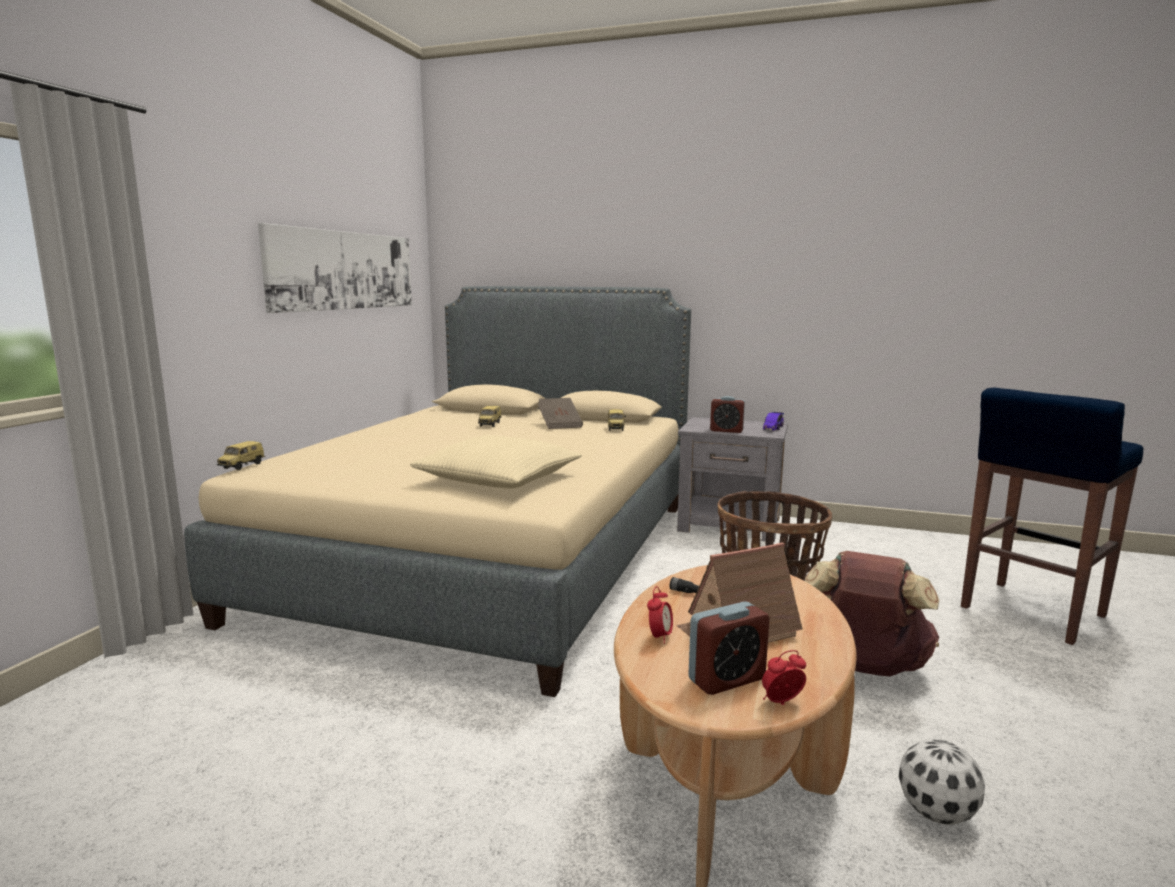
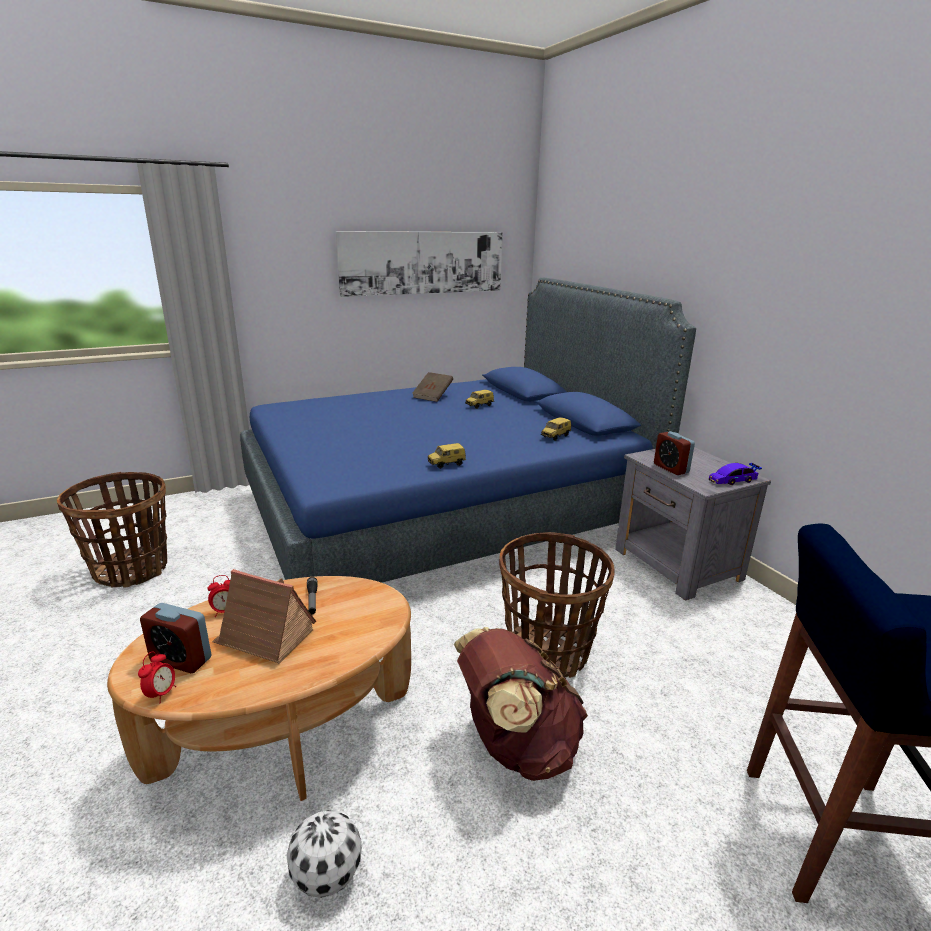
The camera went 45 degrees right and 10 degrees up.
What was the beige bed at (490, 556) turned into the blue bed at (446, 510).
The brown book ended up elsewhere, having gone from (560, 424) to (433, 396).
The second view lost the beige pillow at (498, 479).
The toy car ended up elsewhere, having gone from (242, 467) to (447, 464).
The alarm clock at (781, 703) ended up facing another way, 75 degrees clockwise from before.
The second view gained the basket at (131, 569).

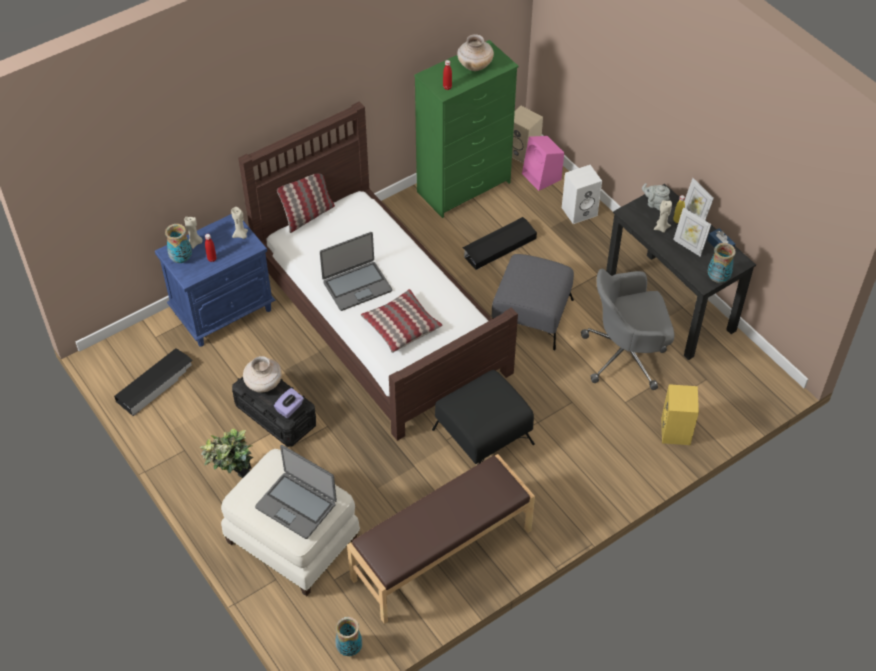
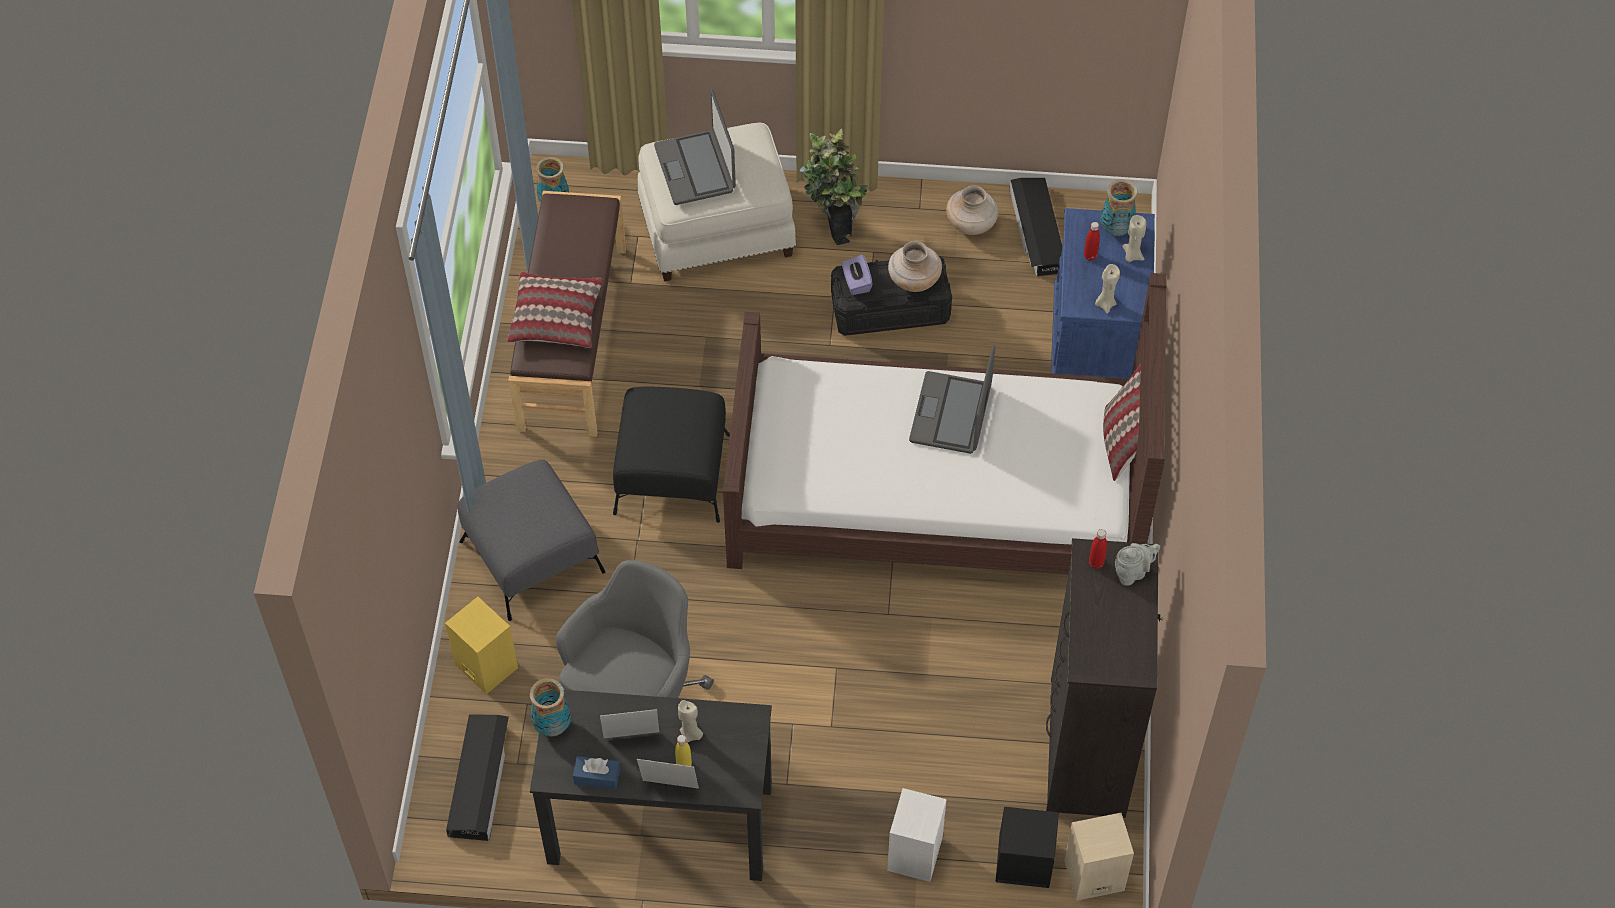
The camera went 130 degrees right and 5 degrees up.
The beige vase ended up elsewhere, having gone from (474, 66) to (971, 225).
What was the green dresser at (465, 187) turned into the black dresser at (1086, 748).
What was the pink speaker at (542, 177) turned into the black speaker at (1022, 861).
The grey teapot ended up elsewhere, having gone from (655, 204) to (1132, 572).
The black storage box ended up elsewhere, having gone from (499, 247) to (480, 780).
The grey ottoman ended up elsewhere, having gone from (530, 316) to (532, 555).
The pillow ended up elsewhere, having gone from (401, 326) to (556, 318).
The laptop at (296, 505) ended up facing another way, 90 degrees counterclockwise from before.

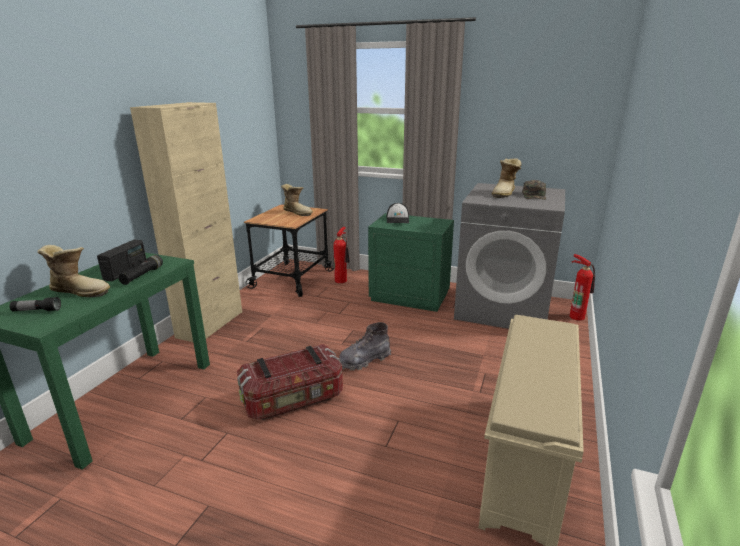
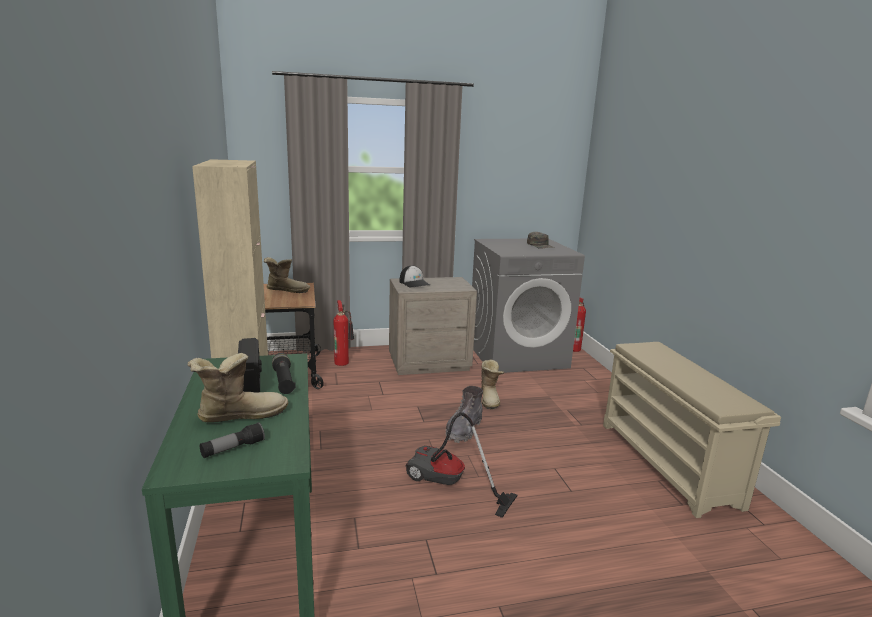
The camera went 35 degrees left and 5 degrees down.
The boot ended up elsewhere, having gone from (505, 193) to (490, 399).
What was the green nightstand at (410, 296) turned into the beige nightstand at (429, 362).
Where the storage box stood at (293, 400), the vacuum cleaner came to stand at (448, 485).

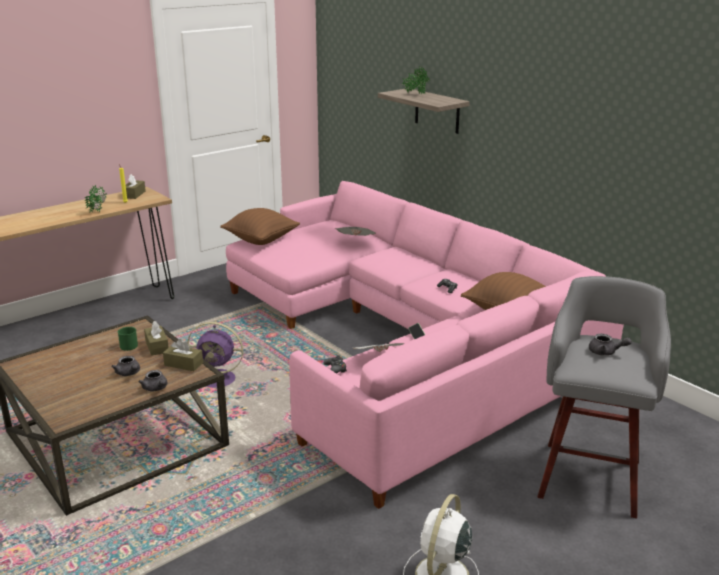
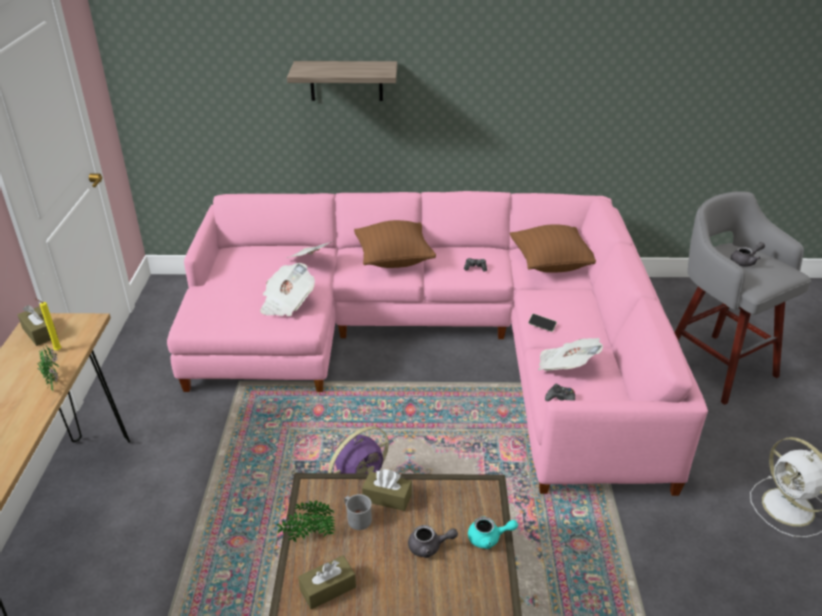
The camera went 50 degrees left and 10 degrees up.
The potted plant ended up elsewhere, having gone from (415, 94) to (308, 536).
The brown pillow ended up elsewhere, having gone from (261, 240) to (394, 260).
What was the green mug at (130, 345) turned into the grey mug at (357, 518).
The brown tissue box ended up elsewhere, having gone from (183, 364) to (328, 588).
What was the grey teapot at (156, 388) turned into the turquoise teapot at (489, 538).
The second view gained the newspaper at (287, 303).

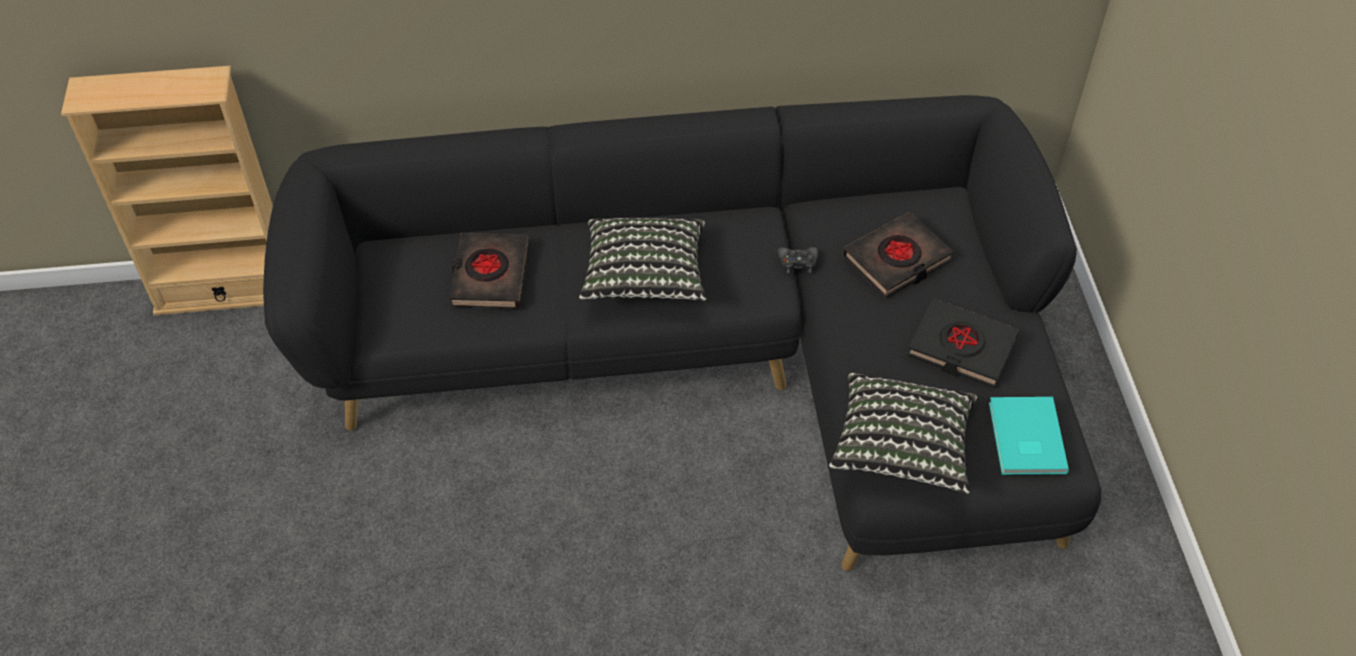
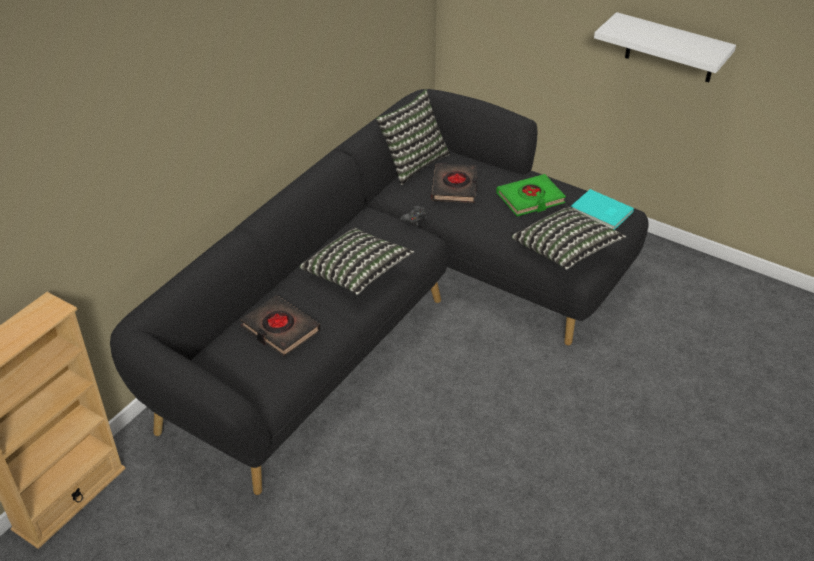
The camera went 50 degrees left and 10 degrees down.
What was the black book at (961, 348) turned into the green book at (530, 199).
The second view gained the white shelf at (670, 48).
The second view gained the pillow at (412, 163).

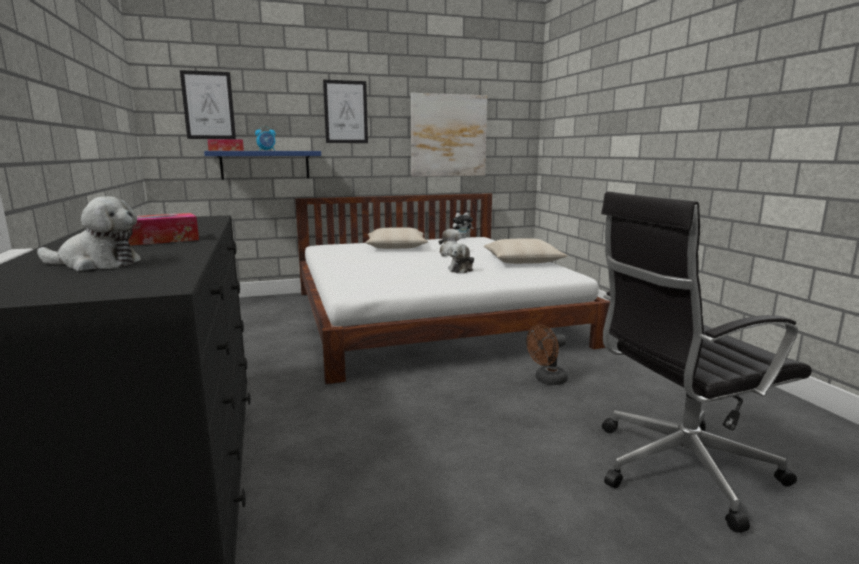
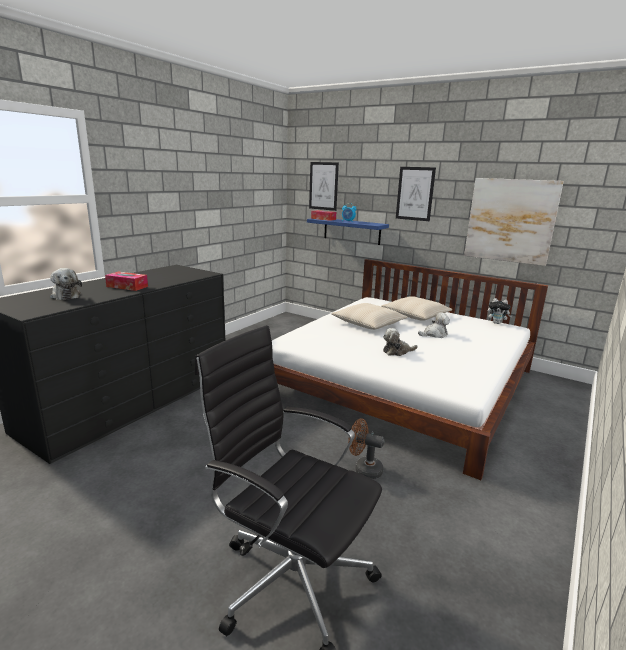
The camera went 50 degrees right and 5 degrees up.
The beige pillow ended up elsewhere, having gone from (522, 261) to (368, 323).

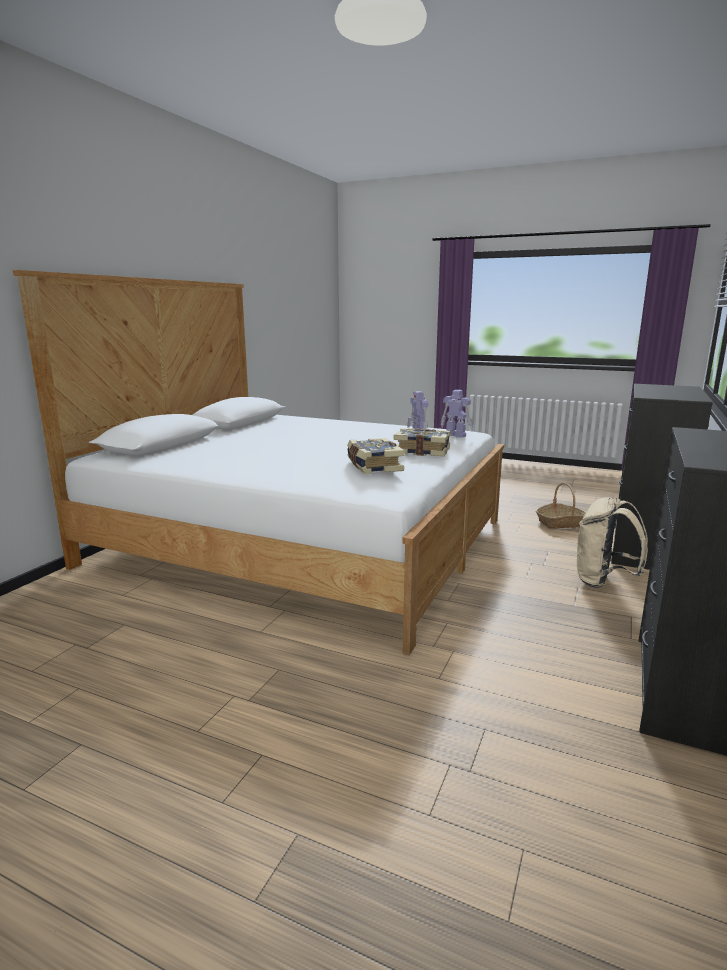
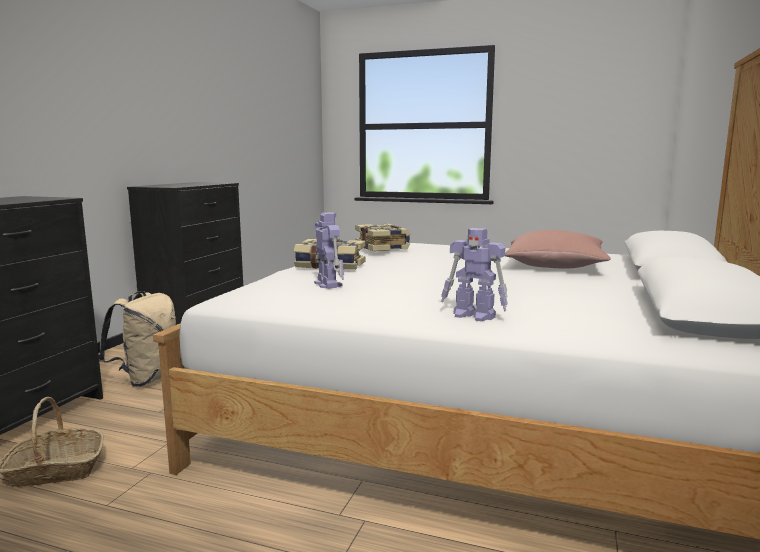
The camera went 175 degrees right and 5 degrees down.
The toy robot ended up elsewhere, having gone from (455, 435) to (474, 316).
The second view gained the pink pillow at (555, 266).

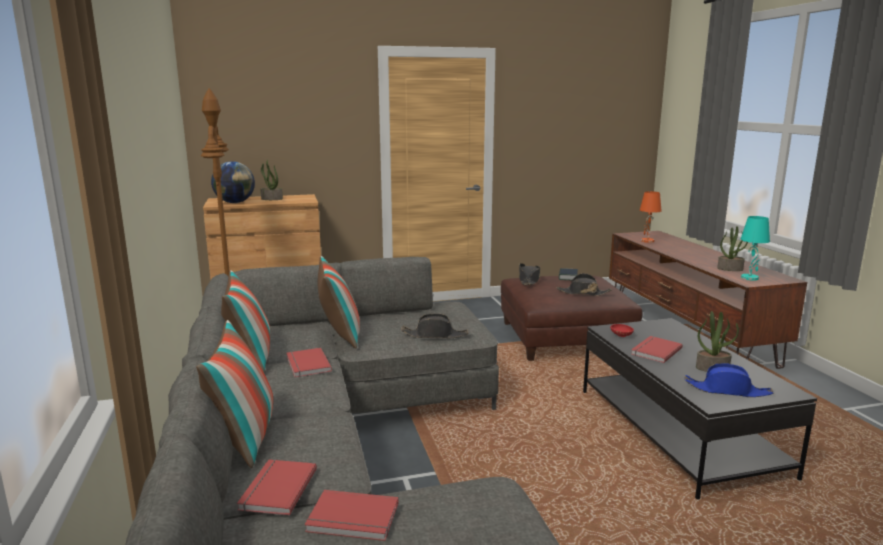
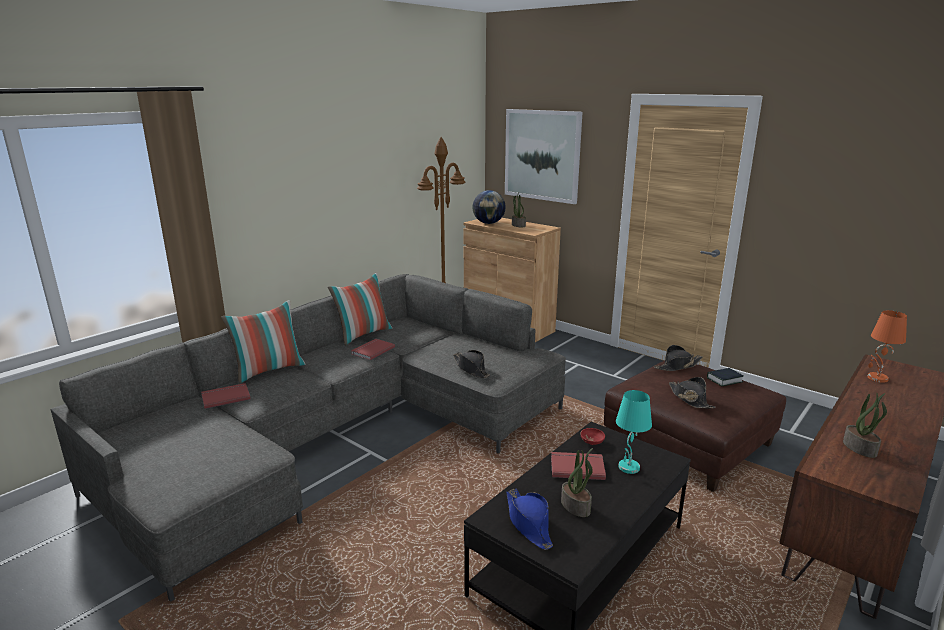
The camera went 55 degrees right and 5 degrees up.
The turquoise table lamp ended up elsewhere, having gone from (750, 278) to (629, 468).
The second view lost the pillow at (339, 336).
The second view lost the red book at (352, 519).
The second view gained the picture at (542, 155).

